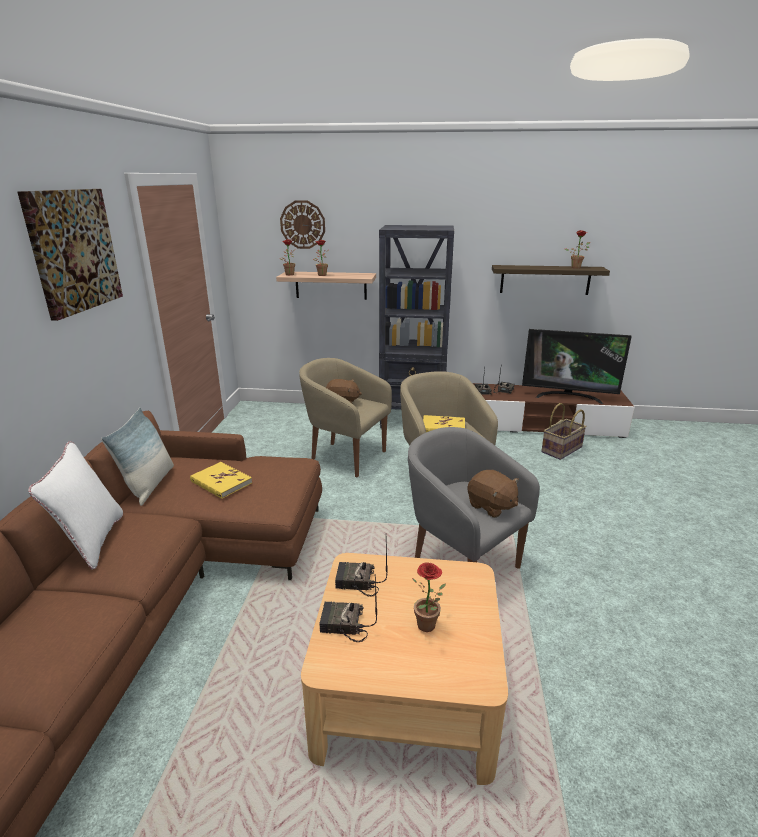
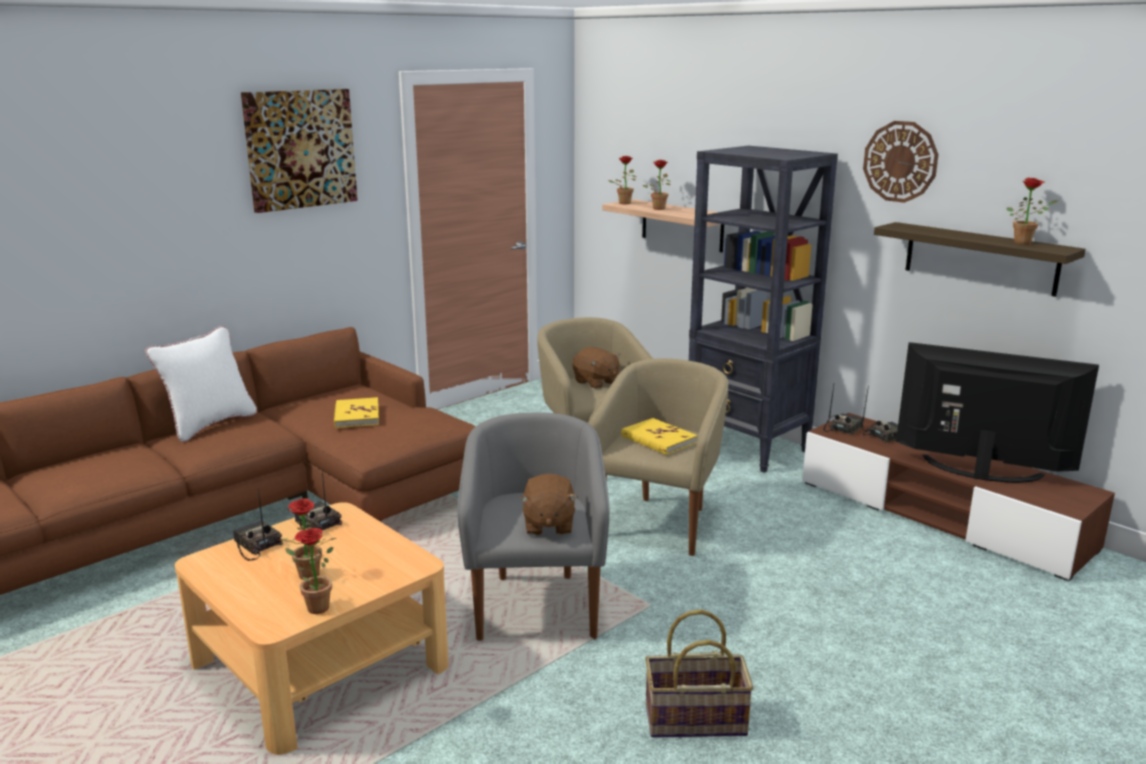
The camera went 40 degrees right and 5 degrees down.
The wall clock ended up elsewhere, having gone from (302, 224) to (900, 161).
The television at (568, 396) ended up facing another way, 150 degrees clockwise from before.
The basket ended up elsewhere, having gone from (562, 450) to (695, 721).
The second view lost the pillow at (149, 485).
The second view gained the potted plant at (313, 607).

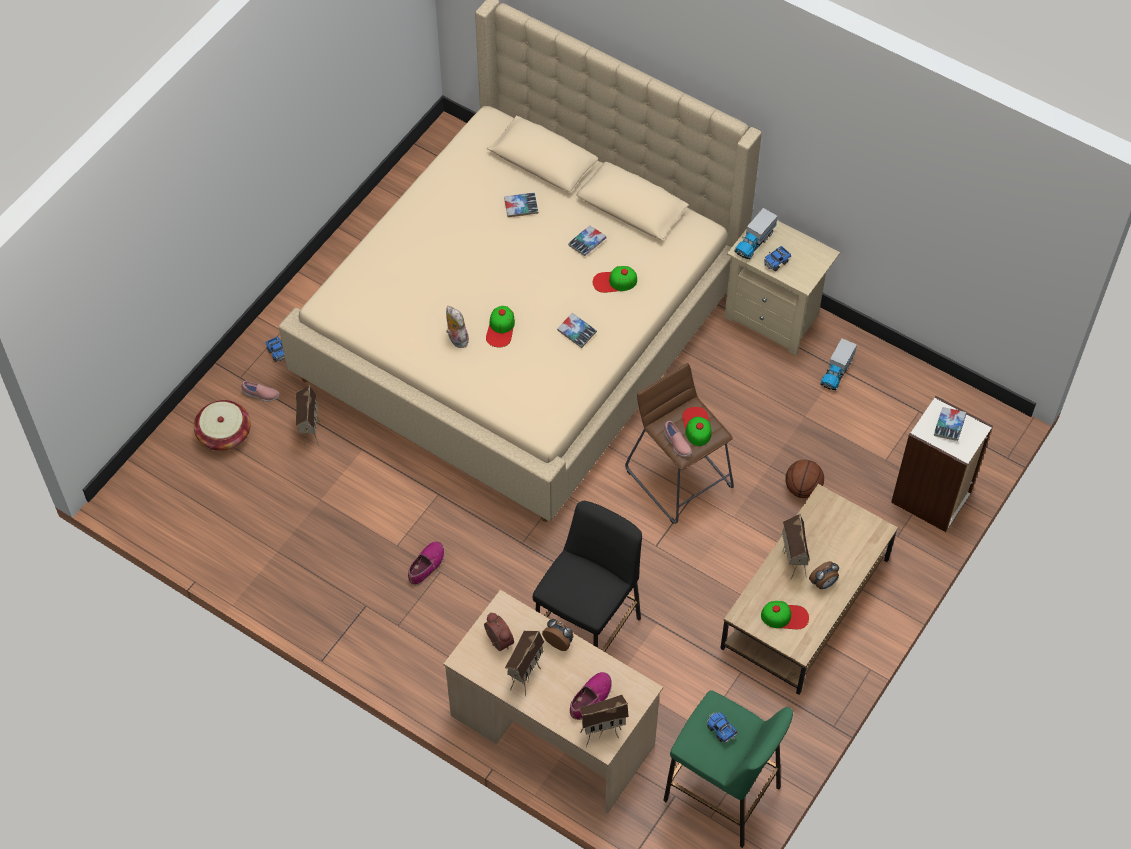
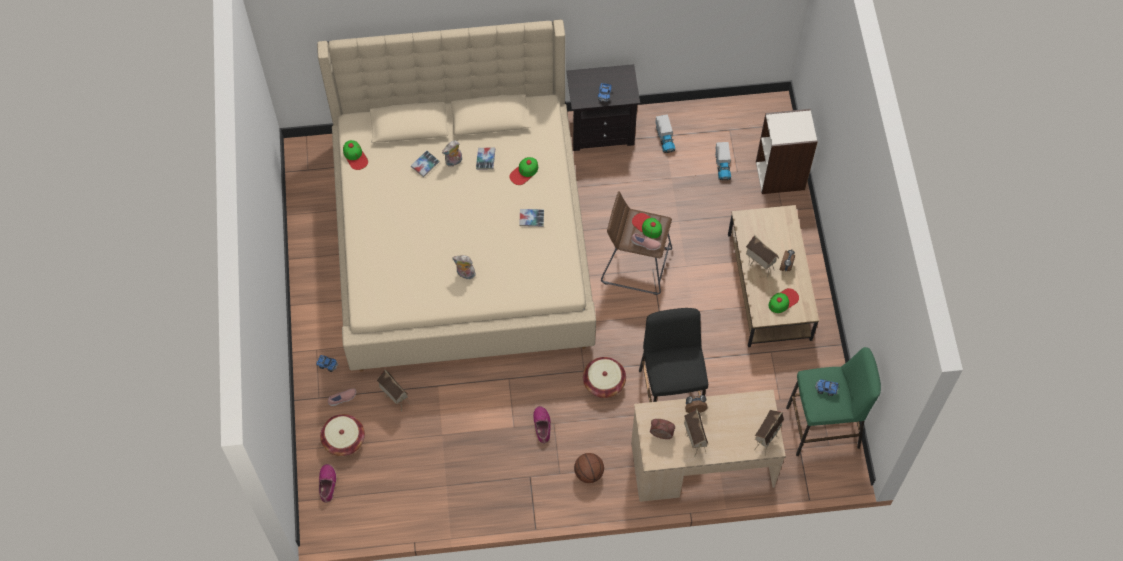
The camera went 40 degrees left and 5 degrees up.
The toy truck ended up elsewhere, having gone from (754, 242) to (722, 166).
What was the beige nightstand at (775, 317) turned into the black nightstand at (601, 130).
The cap ended up elsewhere, having gone from (500, 328) to (355, 156).
The second view lost the book at (949, 426).
The basketball ended up elsewhere, having gone from (803, 489) to (589, 473).
The shoe ended up elsewhere, having gone from (590, 698) to (327, 484).
The second view gained the plush toy at (454, 162).
The second view gained the basket at (604, 382).

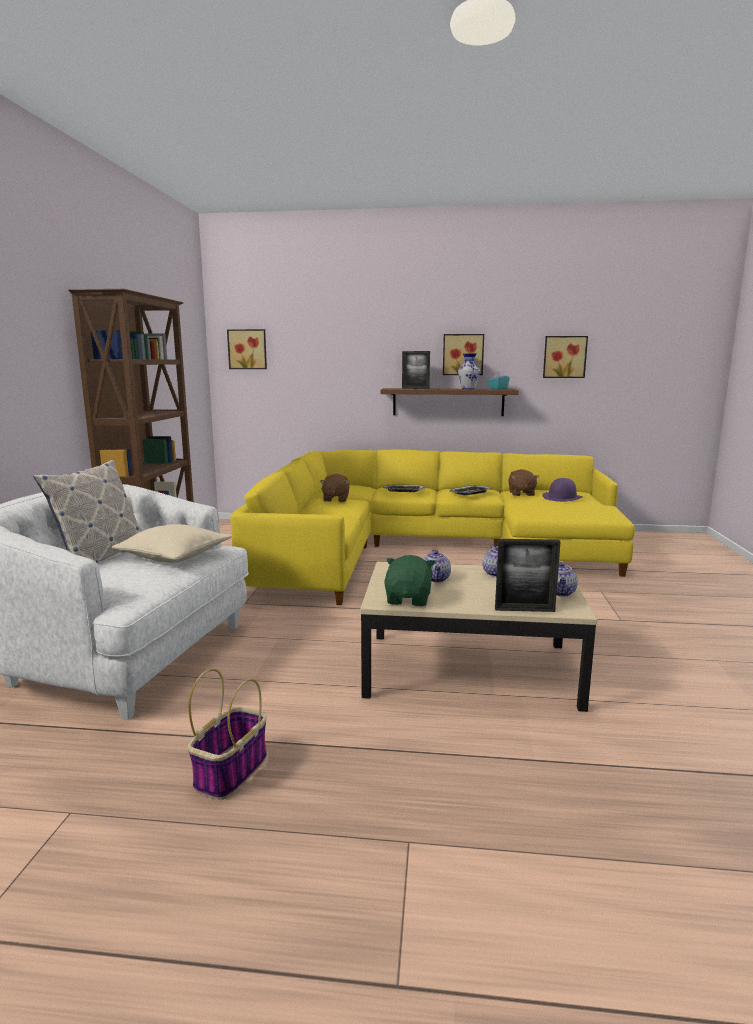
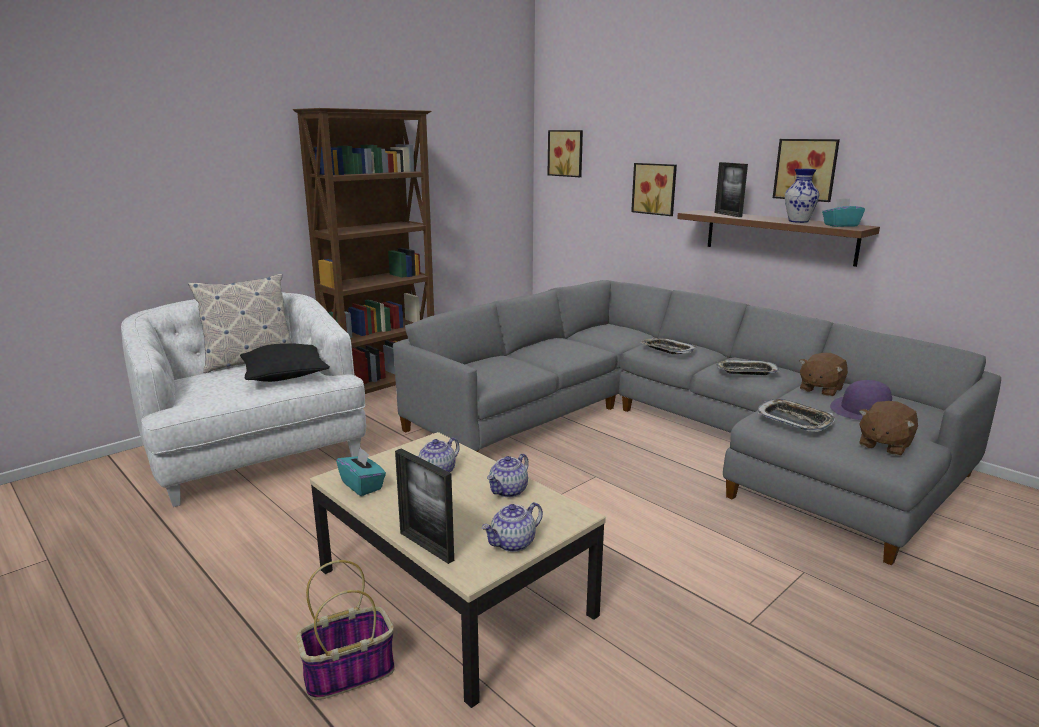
The camera went 40 degrees right and 5 degrees up.
The picture ended up elsewhere, having gone from (564, 357) to (655, 189).
What was the yellow sofa at (425, 549) turned into the grey sofa at (673, 431).
The brown plush toy ended up elsewhere, having gone from (335, 499) to (884, 445).
What was the beige pillow at (174, 556) turned into the black pillow at (285, 375).
Where the green plush toy stood at (409, 599), the turquoise tissue box came to stand at (362, 485).
The basket ended up elsewhere, having gone from (231, 771) to (350, 672).
The second view gained the tray at (794, 420).

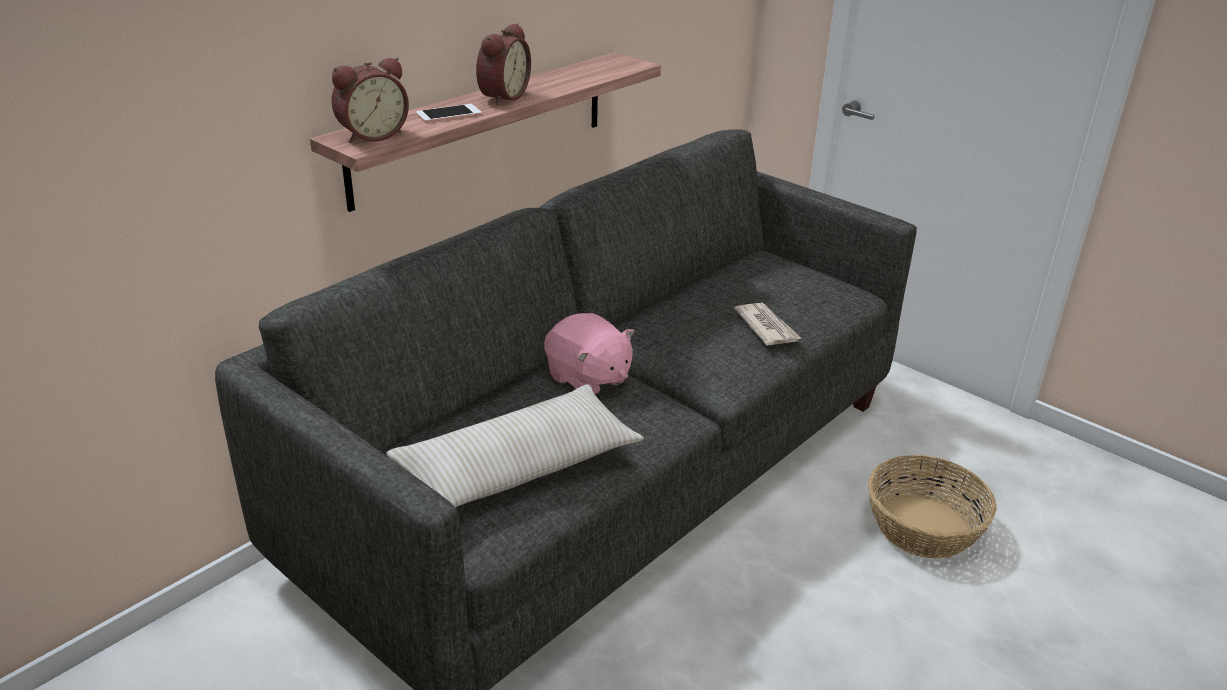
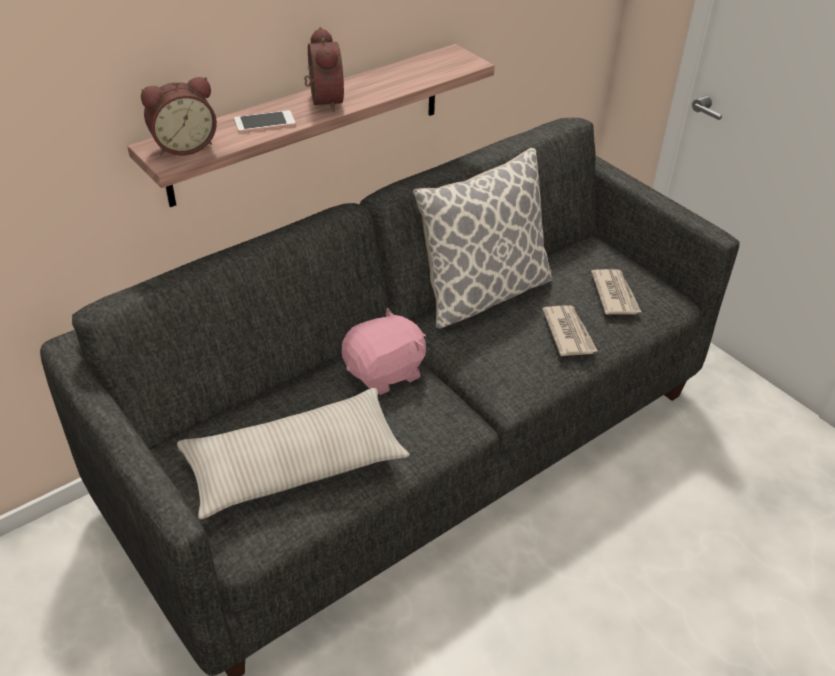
The camera went 10 degrees right and 10 degrees up.
The alarm clock at (501, 97) ended up facing another way, 45 degrees counterclockwise from before.
The pink plush toy at (588, 379) ended up facing another way, 90 degrees counterclockwise from before.
The second view lost the basket at (922, 526).
The second view gained the pillow at (483, 293).
The second view gained the newspaper at (615, 294).

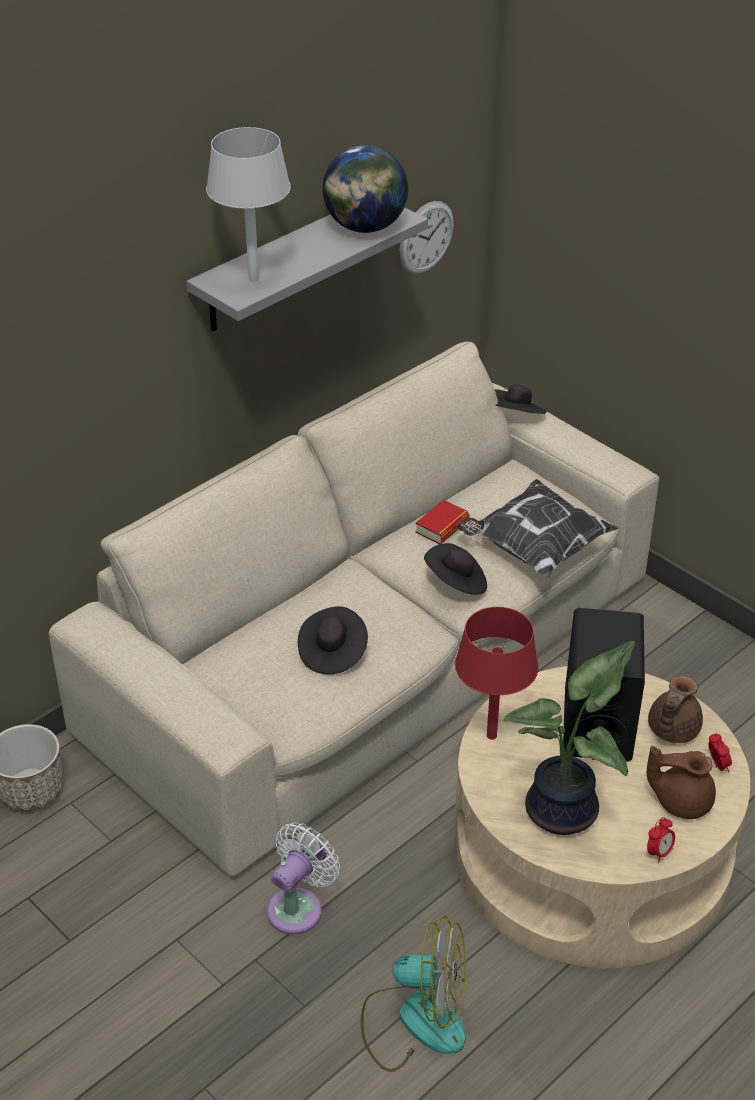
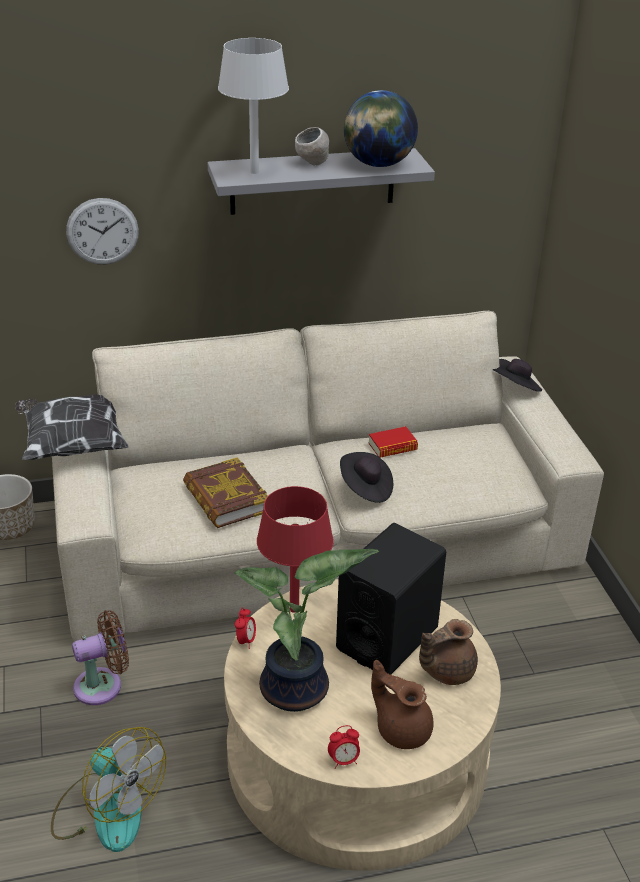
The camera went 30 degrees right and 5 degrees down.
The wall clock ended up elsewhere, having gone from (426, 237) to (102, 231).
The pillow ended up elsewhere, having gone from (534, 548) to (73, 444).
Where the black hat stood at (332, 652), the book came to stand at (226, 499).
The alarm clock ended up elsewhere, having gone from (717, 766) to (246, 641).
What was the white fan at (299, 907) turned into the brown fan at (103, 685).
The second view gained the grey bowl at (312, 164).

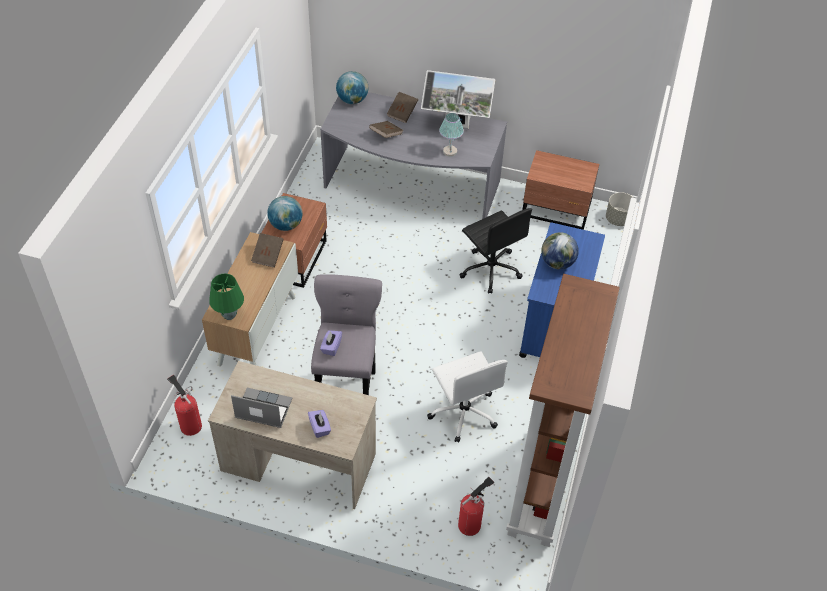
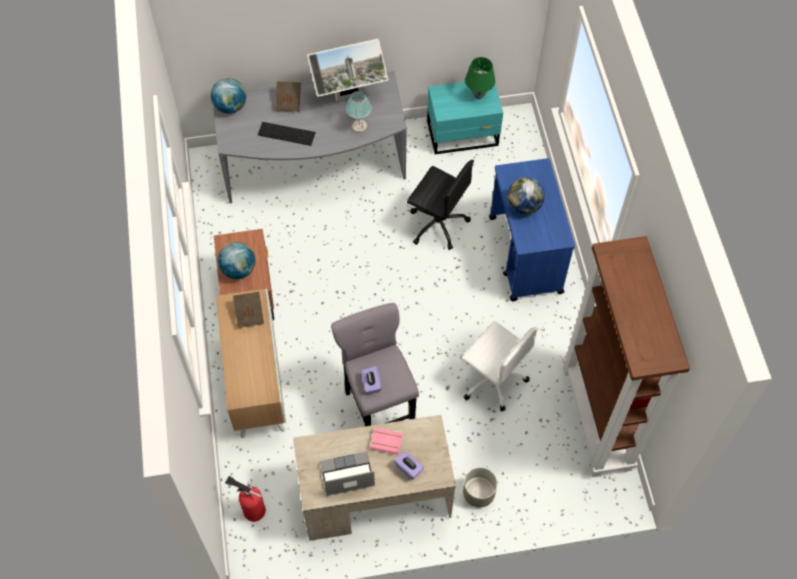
The camera went 25 degrees left and 10 degrees up.
Where the brown book stood at (386, 135), the keyboard came to stand at (287, 133).
What was the brown nightstand at (557, 210) turned into the turquoise nightstand at (463, 134).
The grey planter ended up elsewhere, having gone from (618, 219) to (478, 493).
The green table lamp ended up elsewhere, having gone from (229, 315) to (478, 95).
The second view lost the fire extinguisher at (471, 524).
The second view gained the pink book at (387, 441).

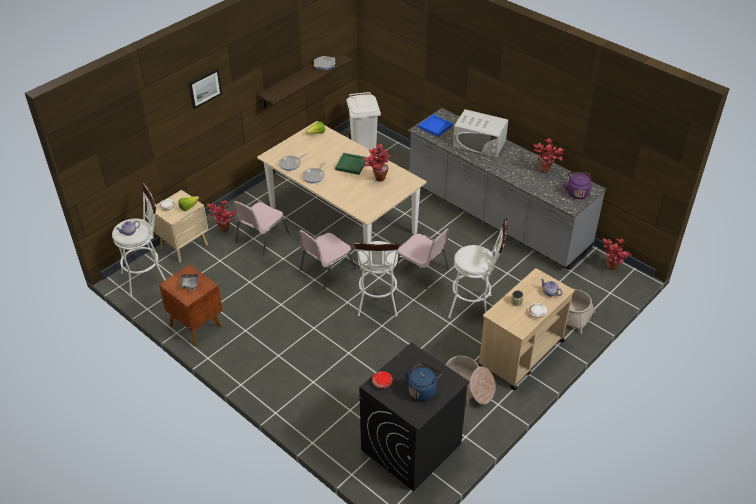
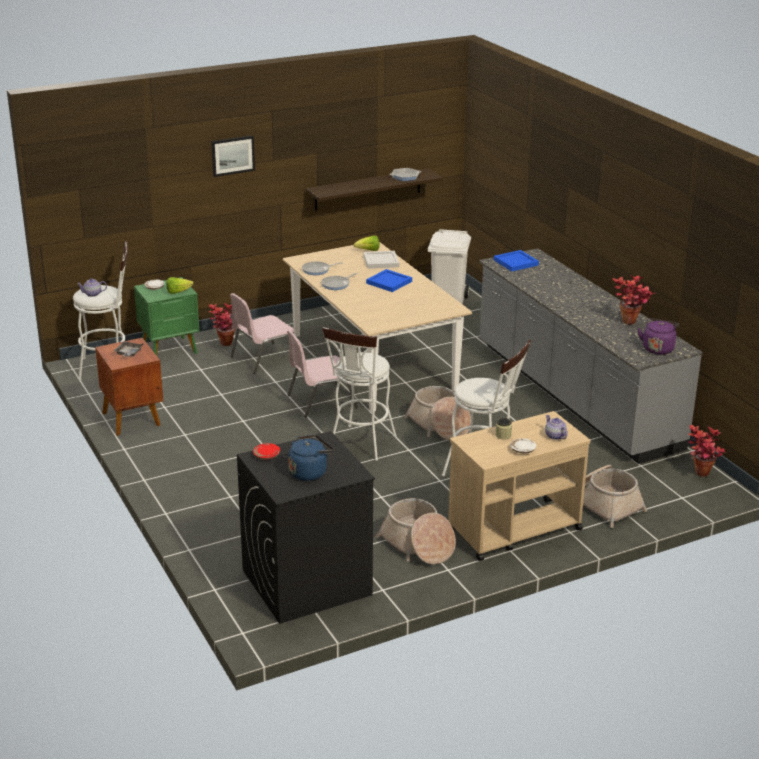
The camera went 20 degrees right and 15 degrees down.
The second view lost the white microwave at (479, 143).
The second view lost the potted plant at (376, 179).
What was the green tray at (350, 165) turned into the blue tray at (388, 282).
What was the beige nightstand at (185, 246) turned into the green nightstand at (170, 350).
Where the pink chair stood at (421, 270), the basket came to stand at (439, 425).
The second view gained the white tray at (381, 261).

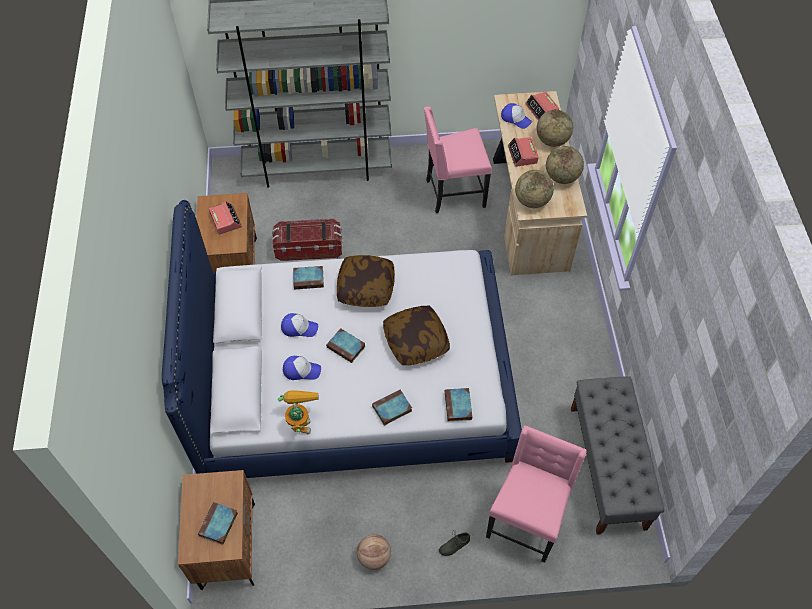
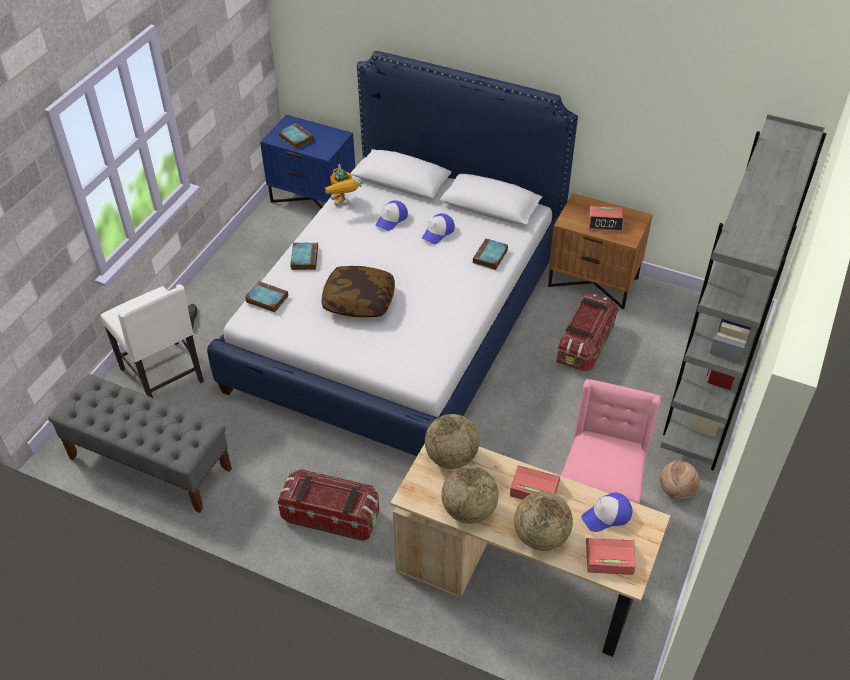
The camera went 120 degrees right and 10 degrees down.
The second view lost the pillow at (366, 287).
The second view lost the book at (347, 347).
The toy robot at (300, 420) ended up facing another way, 45 degrees clockwise from before.
What was the pink chair at (526, 519) turned into the white chair at (164, 376).
What was the brown nightstand at (227, 545) turned into the blue nightstand at (313, 198).
The basketball ended up elsewhere, having gone from (374, 557) to (676, 490).
The second view gained the storage box at (331, 515).

